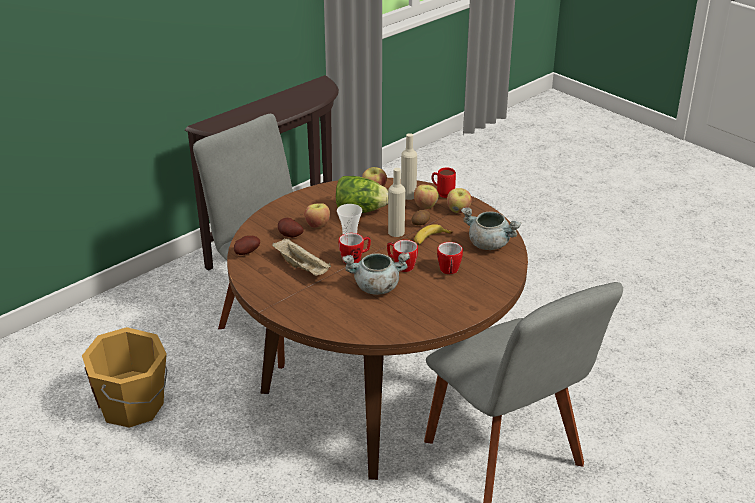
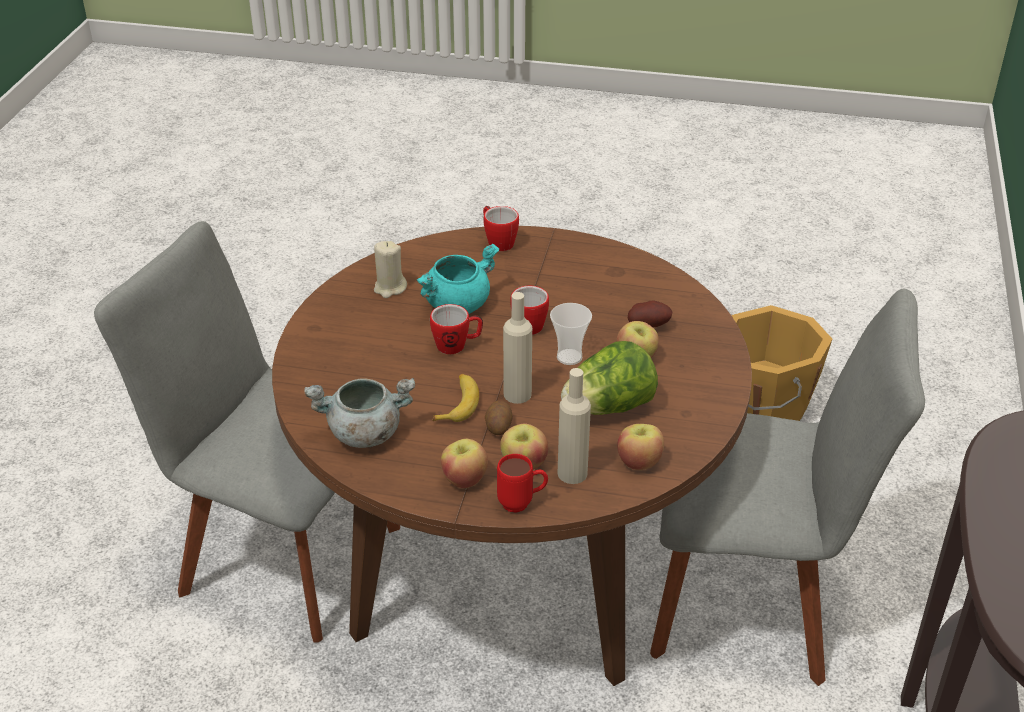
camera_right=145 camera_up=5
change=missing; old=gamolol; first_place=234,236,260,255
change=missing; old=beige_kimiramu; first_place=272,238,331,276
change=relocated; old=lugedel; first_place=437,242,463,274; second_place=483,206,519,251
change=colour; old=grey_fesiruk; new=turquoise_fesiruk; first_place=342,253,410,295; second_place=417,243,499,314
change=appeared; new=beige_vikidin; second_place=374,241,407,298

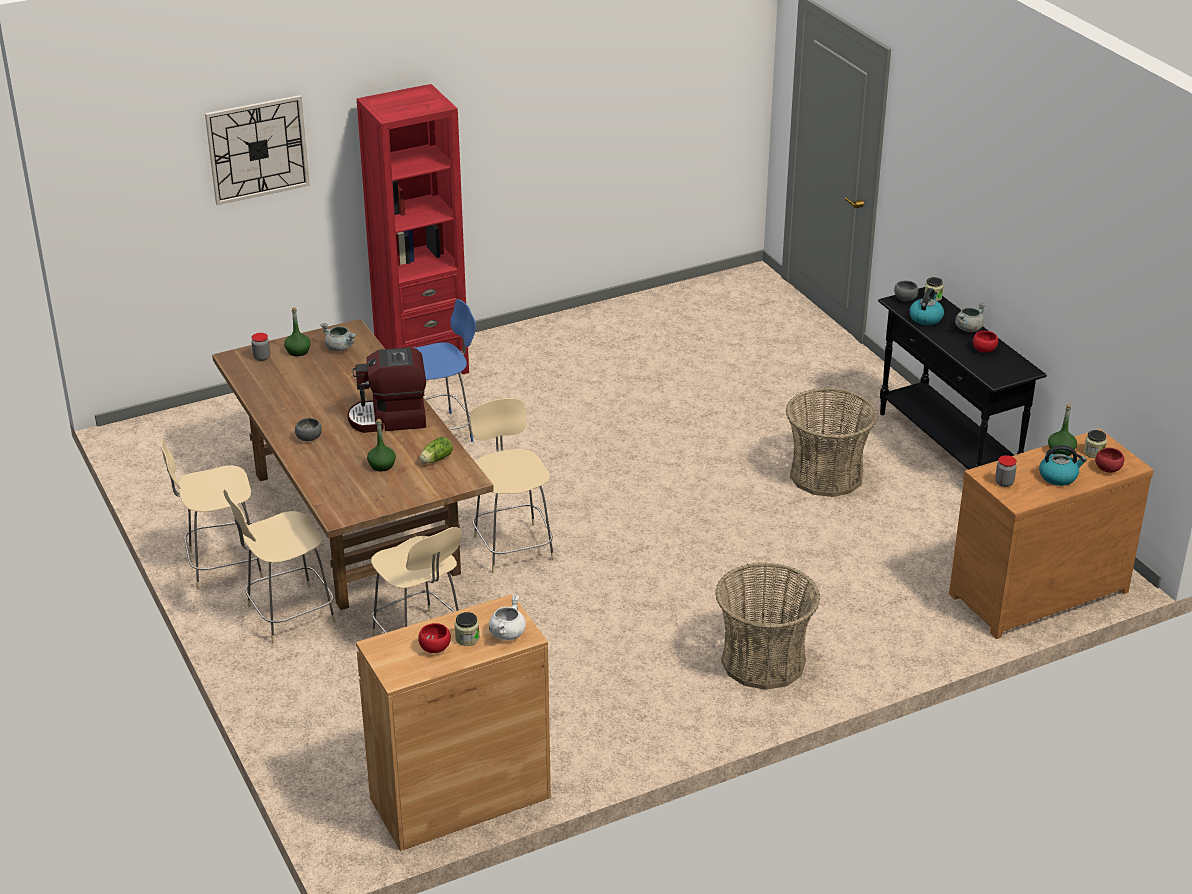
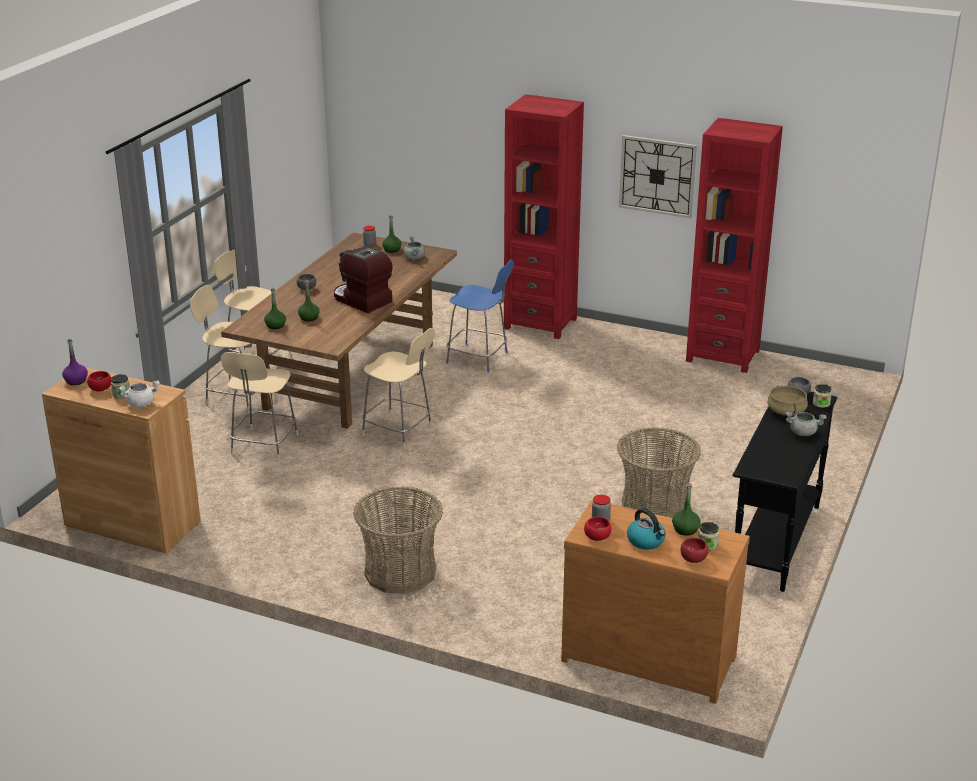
camera_right=50 camera_up=-5
change=relocated; old=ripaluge; first_place=205,95,310,205; second_place=619,135,697,218
change=exchanged; old=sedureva; new=beige_fesiruk; first_place=909,288,944,325; second_place=767,385,808,416
change=relocated; old=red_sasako; first_place=973,331,998,353; second_place=584,517,611,541
change=spun; old=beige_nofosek; first_place=470,398,554,573; second_place=362,328,435,449; degrees=90
change=missing; old=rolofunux; first_place=419,437,453,464
change=appeared; new=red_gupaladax; second_place=686,118,783,373
change=appeared; new=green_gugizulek; second_place=264,288,286,329
change=appeared; new=purple_gugizulek; second_place=62,339,88,385

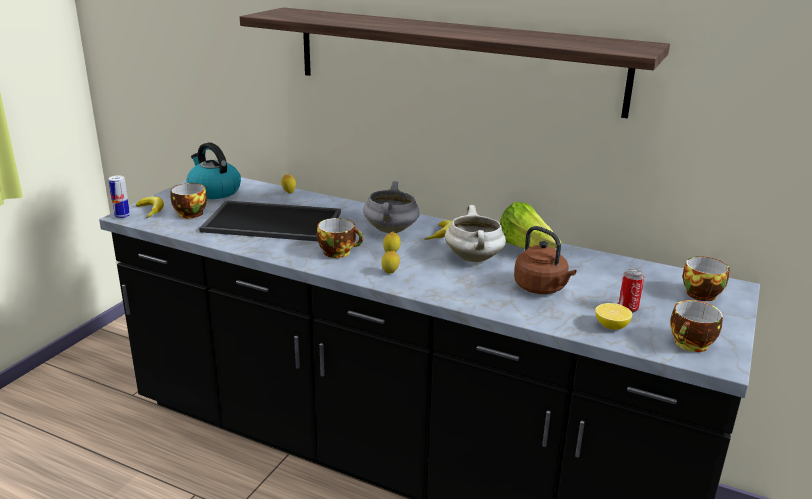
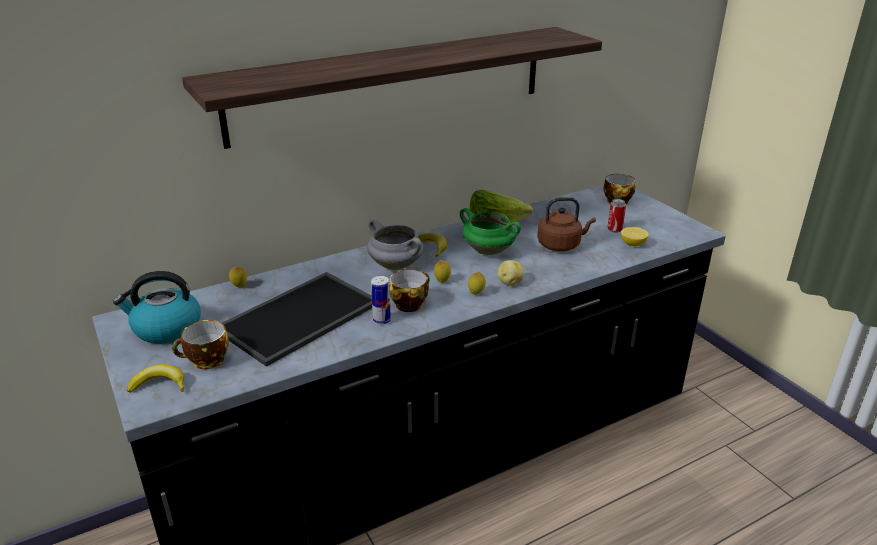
camera_right=-55 camera_up=5
change=relocated; old=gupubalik; first_place=108,175,130,218; second_place=371,276,391,325
change=colour; old=white_fesiruk; new=green_fesiruk; first_place=445,205,506,262; second_place=460,208,521,255
change=missing; old=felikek; first_place=670,300,723,352
change=appeared; new=gamolol; second_place=497,260,524,286

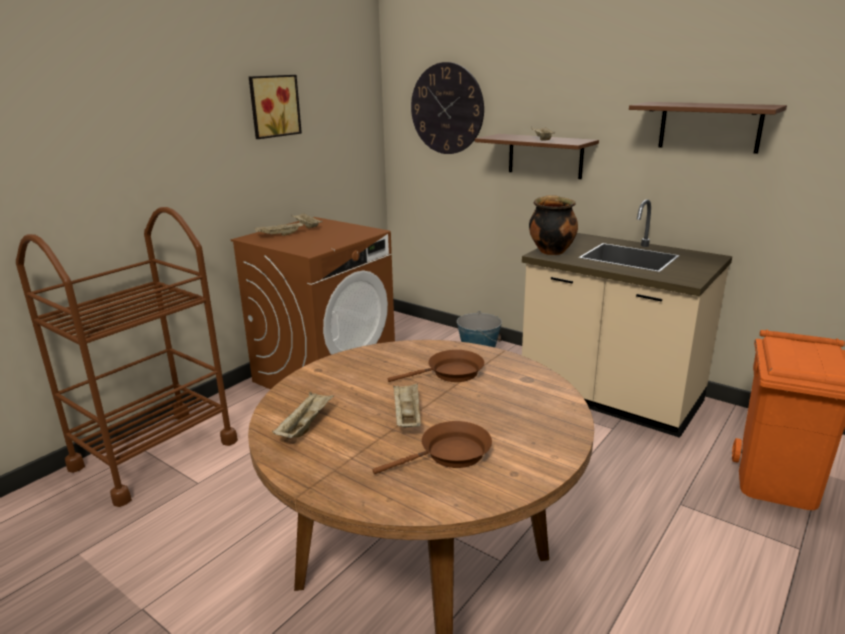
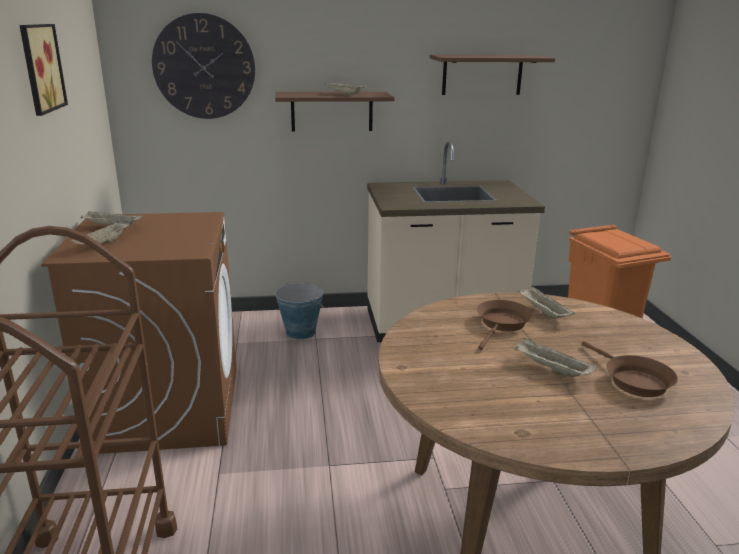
camera_right=-45 camera_up=0
change=missing; old=fesiruk; first_place=529,195,578,255
change=relocated; old=beige_kimiramu; first_place=272,392,334,438; second_place=518,286,575,319
change=spun; old=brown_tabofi; first_place=373,421,492,474; second_place=582,341,678,397; degrees=135

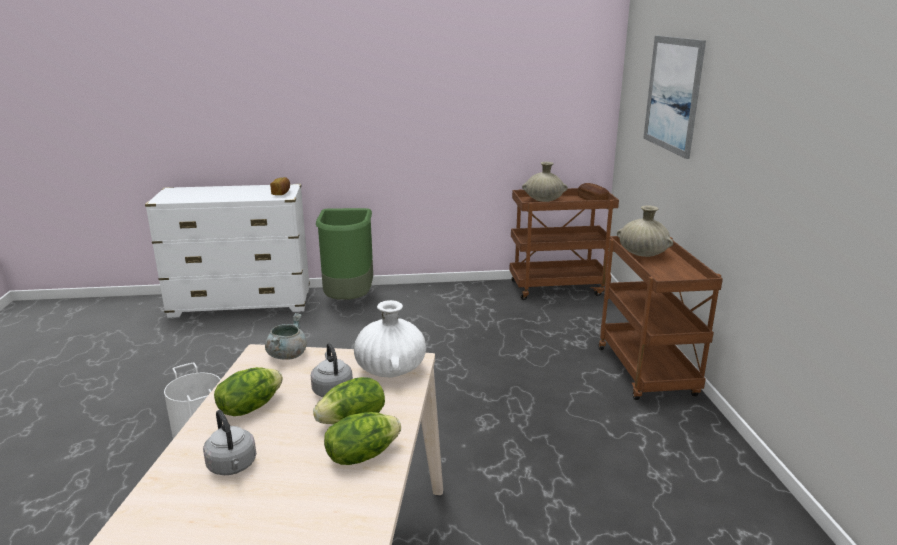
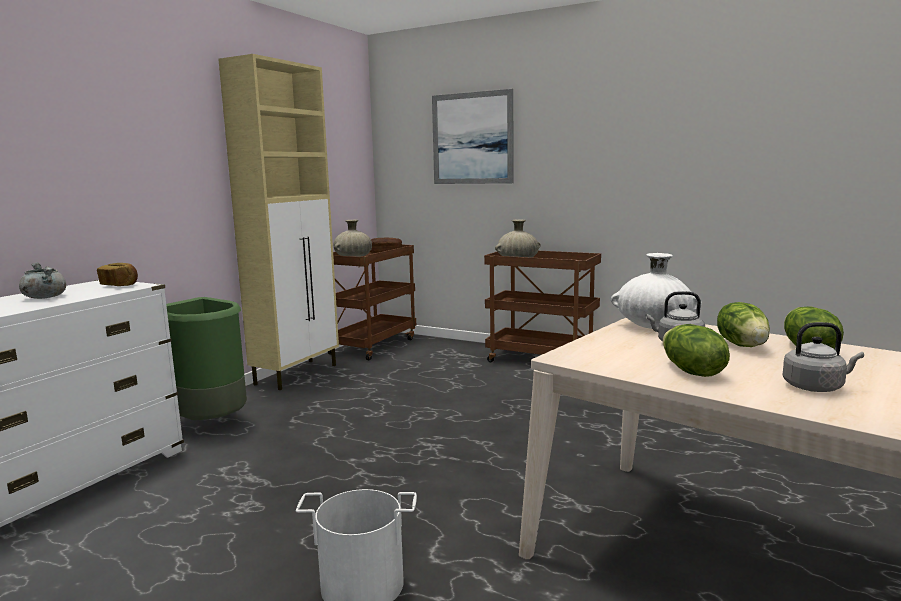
camera_right=-55 camera_up=-10
change=relocated; old=grey_fesiruk; first_place=265,313,307,360; second_place=19,262,66,299
change=appeared; new=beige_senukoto; second_place=218,54,339,390

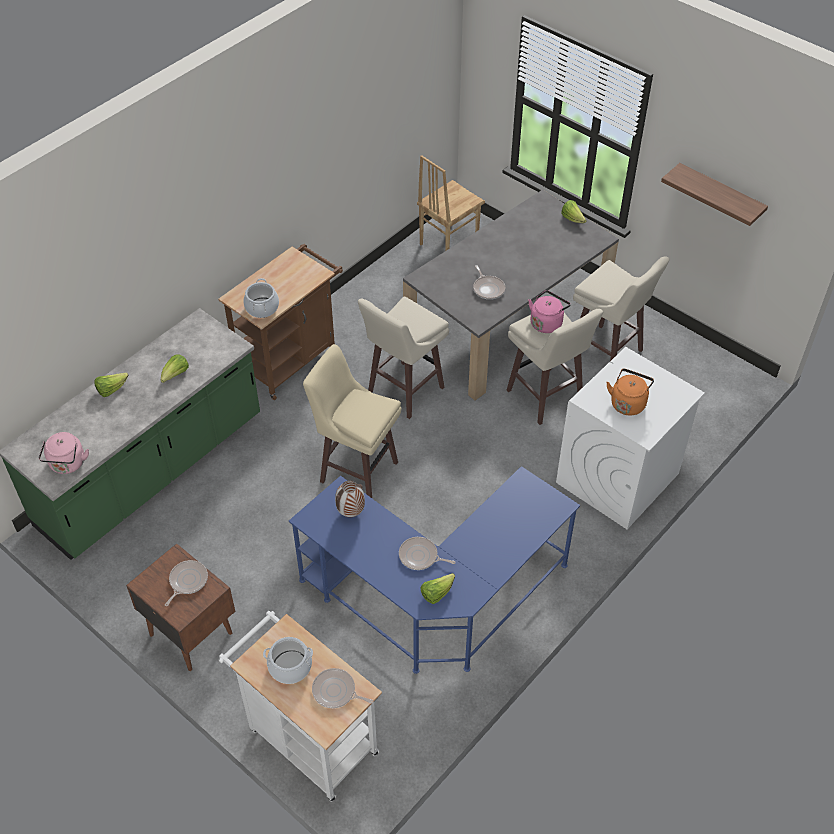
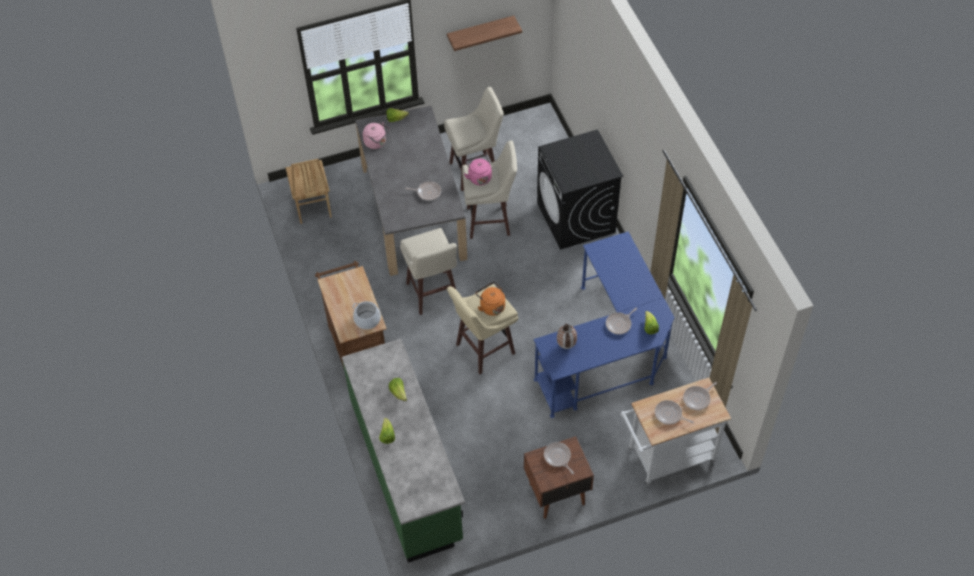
camera_right=-60 camera_up=5
change=colour; old=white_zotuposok; new=black_zotuposok; first_place=556,347,705,529; second_place=537,129,623,250
change=relocated; old=orange_sedureva; first_place=606,369,654,416; second_place=476,282,505,316
change=relocated; old=pink_sedureva; first_place=39,432,89,474; second_place=363,122,390,149
change=exchanged; old=fesiruk; new=tabofi; first_place=263,637,313,684; second_place=655,400,694,425

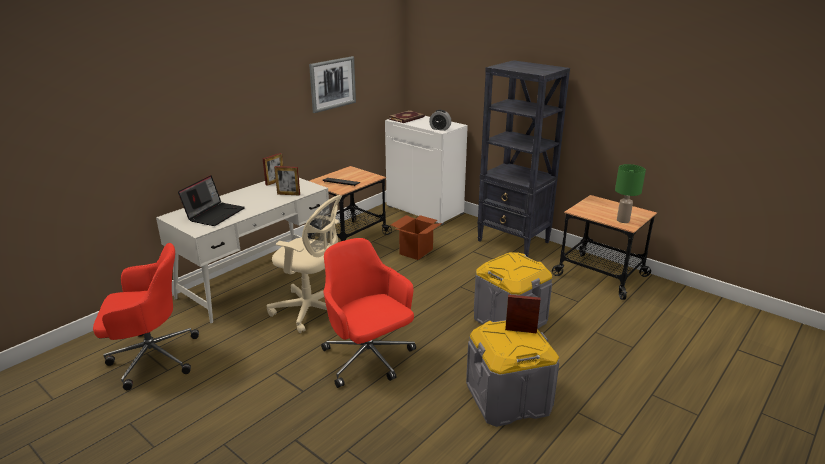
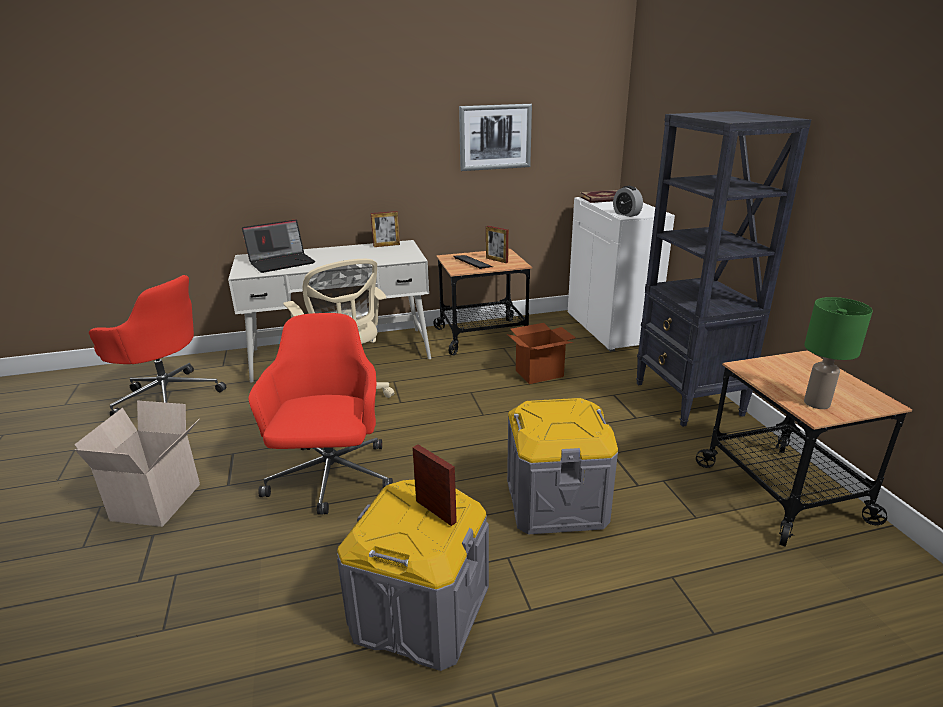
camera_right=35 camera_up=0
change=relocated; old=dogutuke; first_place=274,166,300,195; second_place=486,226,509,263
change=appeared; new=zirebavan; second_place=74,401,200,527

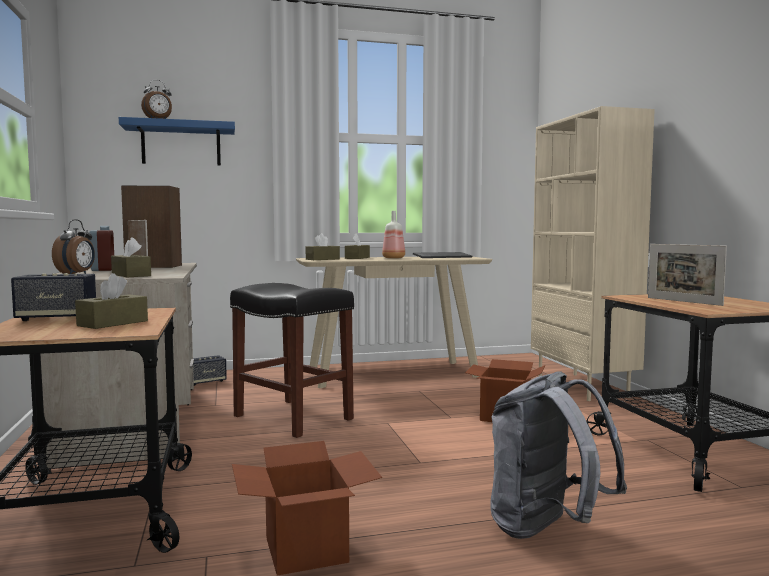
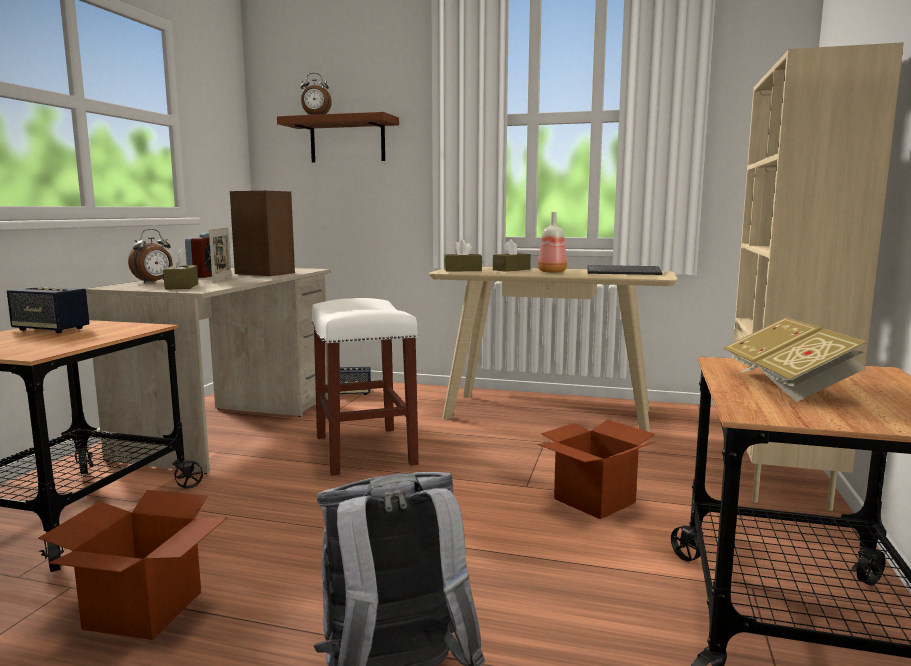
camera_right=30 camera_up=5
change=colour; old=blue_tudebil; new=brown_tudebil; first_place=119,117,235,166; second_place=277,112,399,163
change=exchanged; old=dogutuke; new=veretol; first_place=648,244,727,306; second_place=723,317,867,402
change=missing; old=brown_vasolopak; first_place=75,273,148,329
change=colour; old=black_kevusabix; new=white_kevusabix; first_place=230,283,354,438; second_place=311,298,419,475

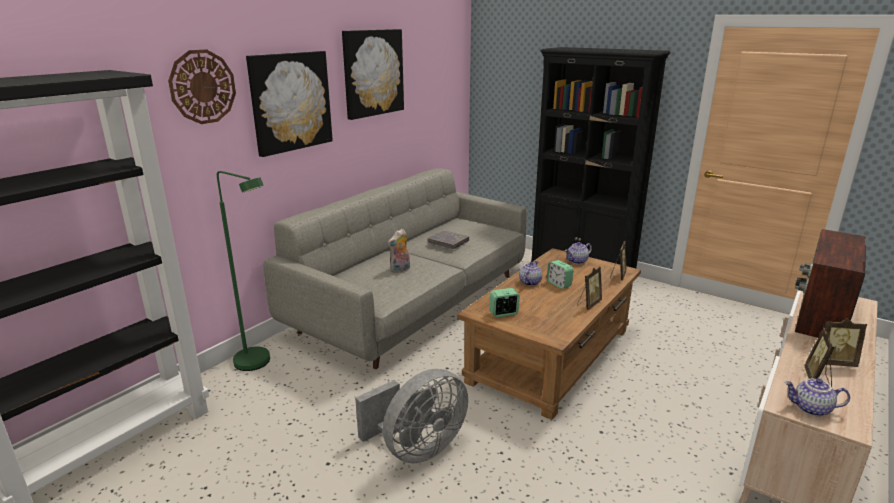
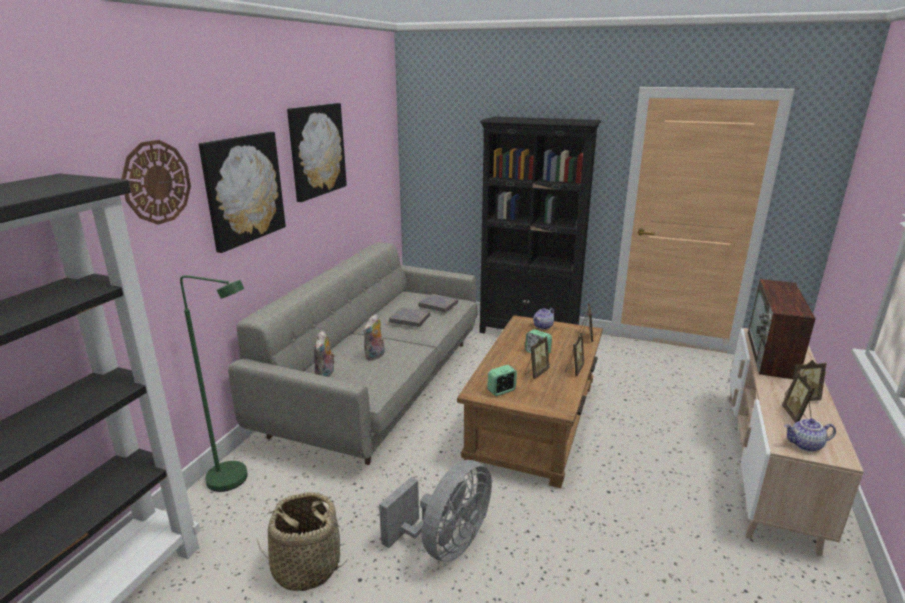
camera_right=-15 camera_up=0
change=missing; old=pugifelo; first_place=519,261,542,286
change=appeared; new=grey_veretol; second_place=418,294,458,312
change=appeared; new=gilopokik; second_place=314,330,335,377
change=appeared; new=dogutuke; second_place=525,336,549,379
change=appeared; new=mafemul; second_place=257,492,347,591

